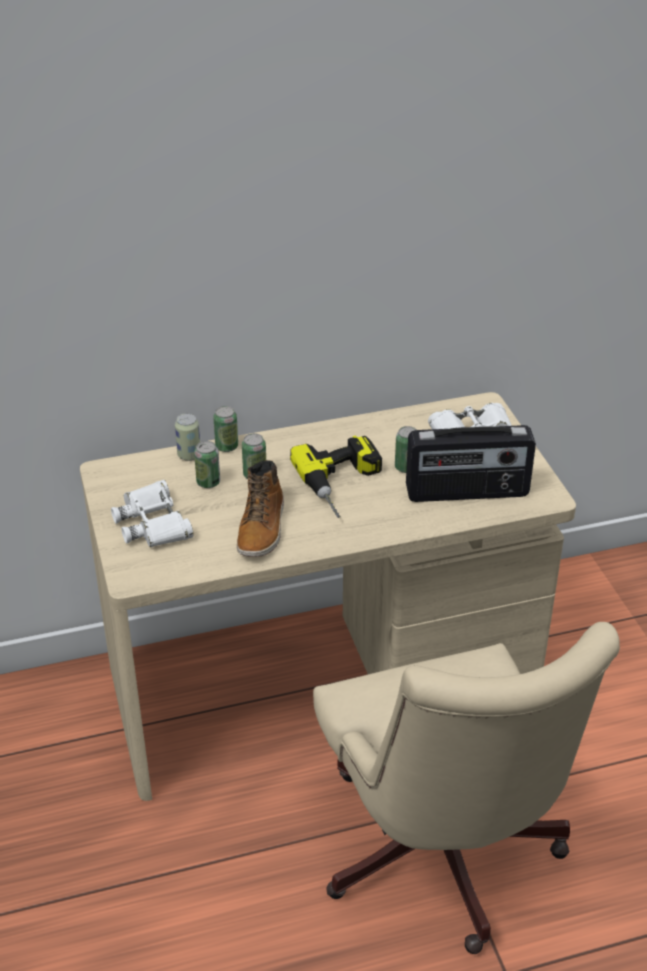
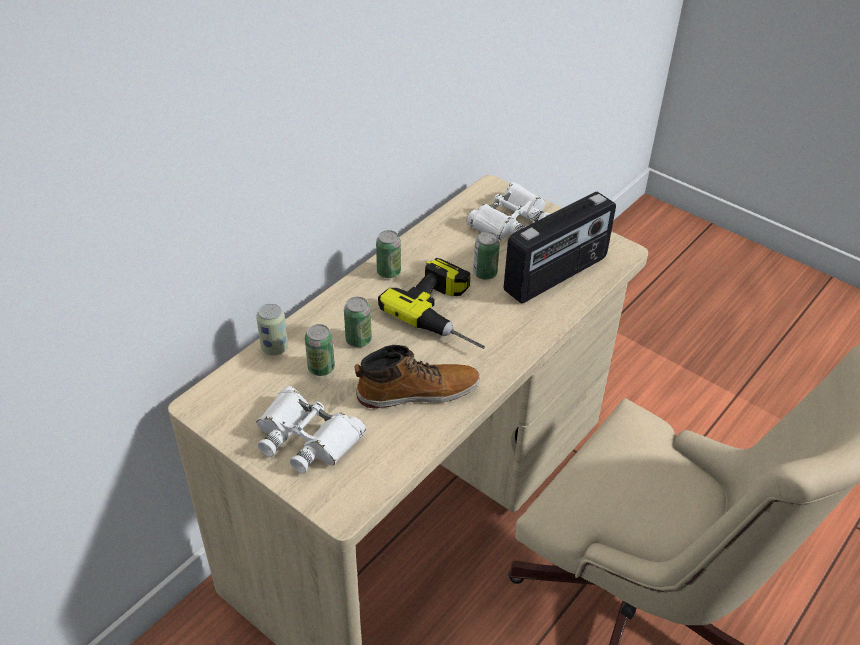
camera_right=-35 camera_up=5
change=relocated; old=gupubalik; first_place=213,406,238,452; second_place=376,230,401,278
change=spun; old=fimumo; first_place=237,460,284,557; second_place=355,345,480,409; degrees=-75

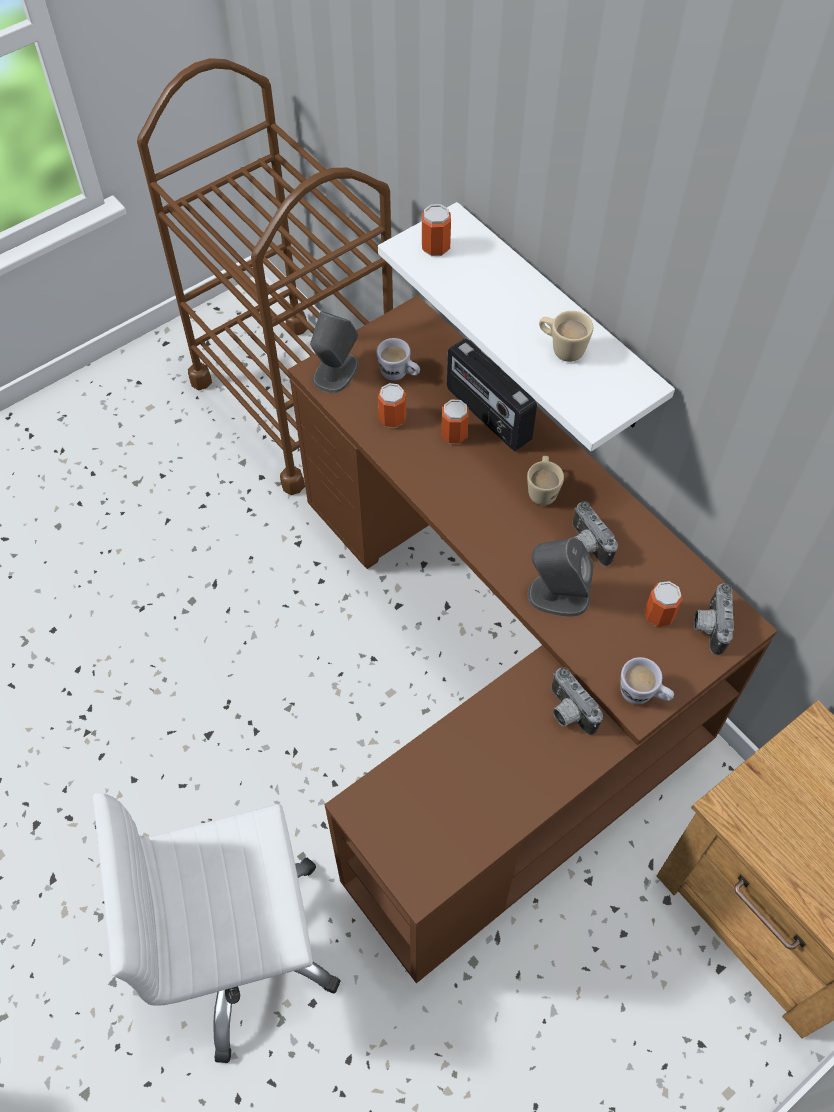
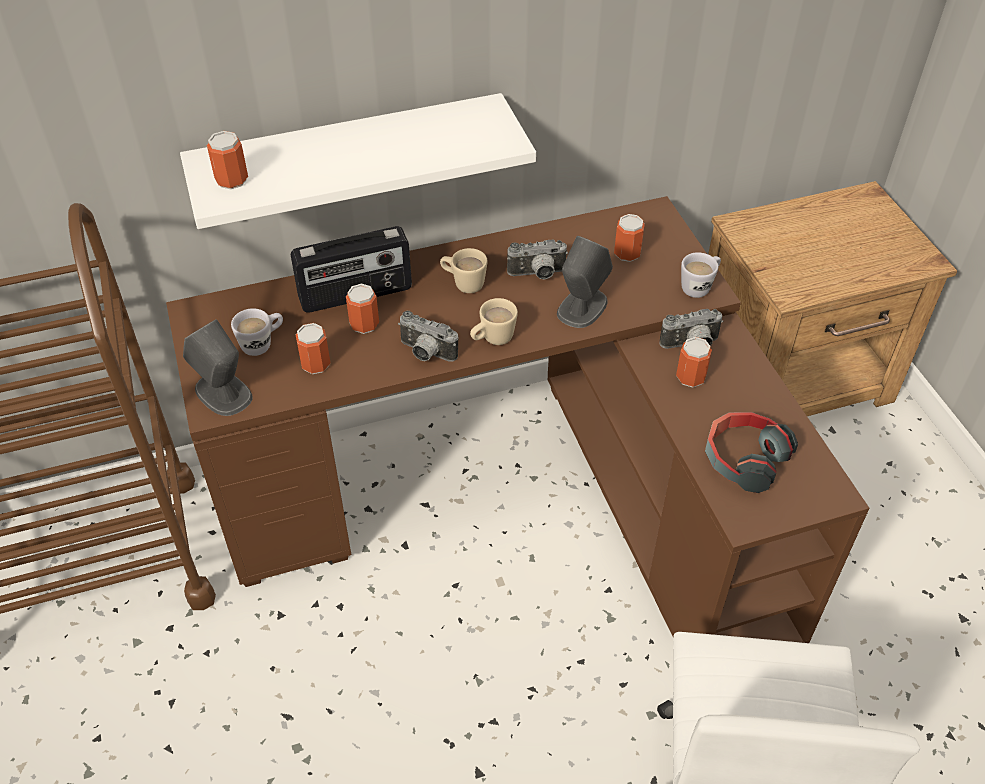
camera_right=-70 camera_up=-10
change=relocated; old=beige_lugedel; first_place=539,311,593,362; second_place=470,298,518,345
change=relocated; old=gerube; first_place=693,583,734,655; second_place=398,311,458,362
change=appeared; new=gupubalik; second_place=676,337,712,387
change=appeared; new=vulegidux; second_place=705,412,798,493

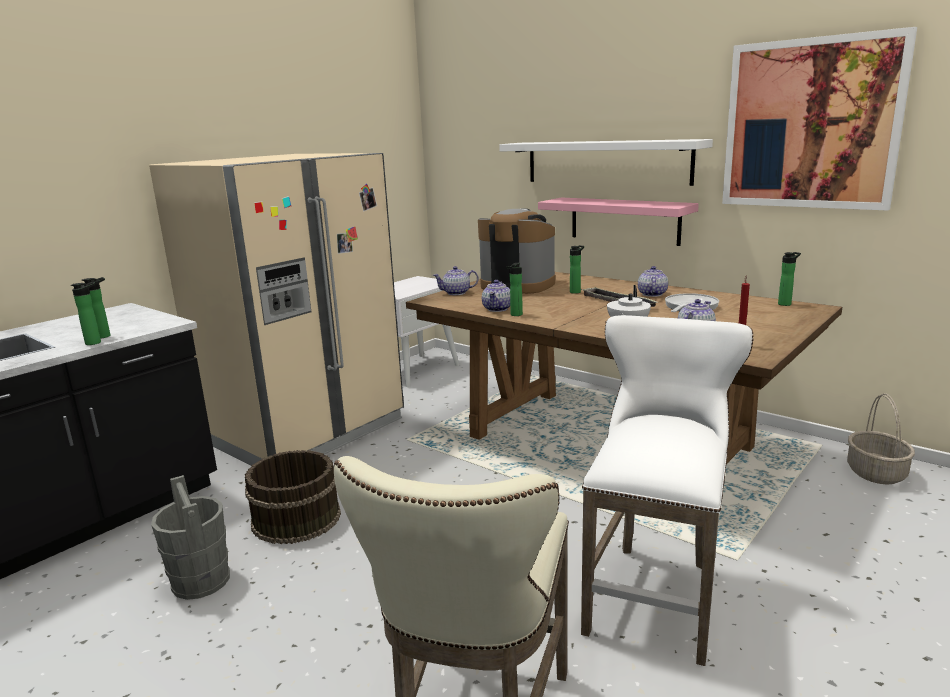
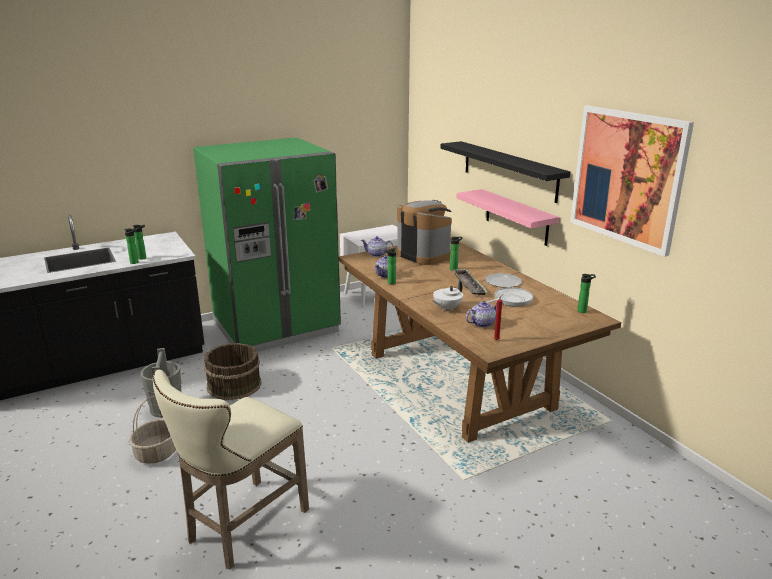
camera_right=20 camera_up=5
change=colour; old=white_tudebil; new=black_tudebil; first_place=499,139,713,186; second_place=440,141,570,203
change=colour; old=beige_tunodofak; new=green_tunodofak; first_place=149,153,404,465; second_place=193,137,341,352
change=exchanged; old=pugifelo; new=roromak; first_place=638,266,668,297; second_place=485,273,522,288
change=missing; old=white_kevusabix; first_place=581,315,753,666
change=relocated; old=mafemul; first_place=847,393,915,485; second_place=129,396,176,464

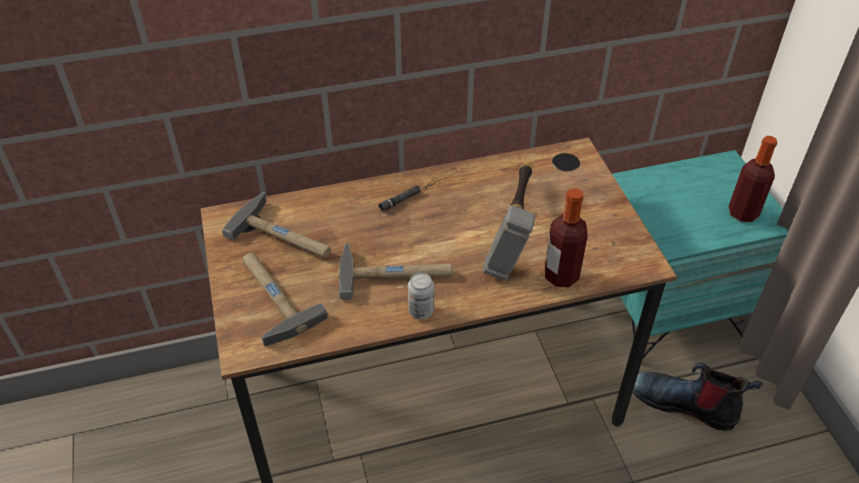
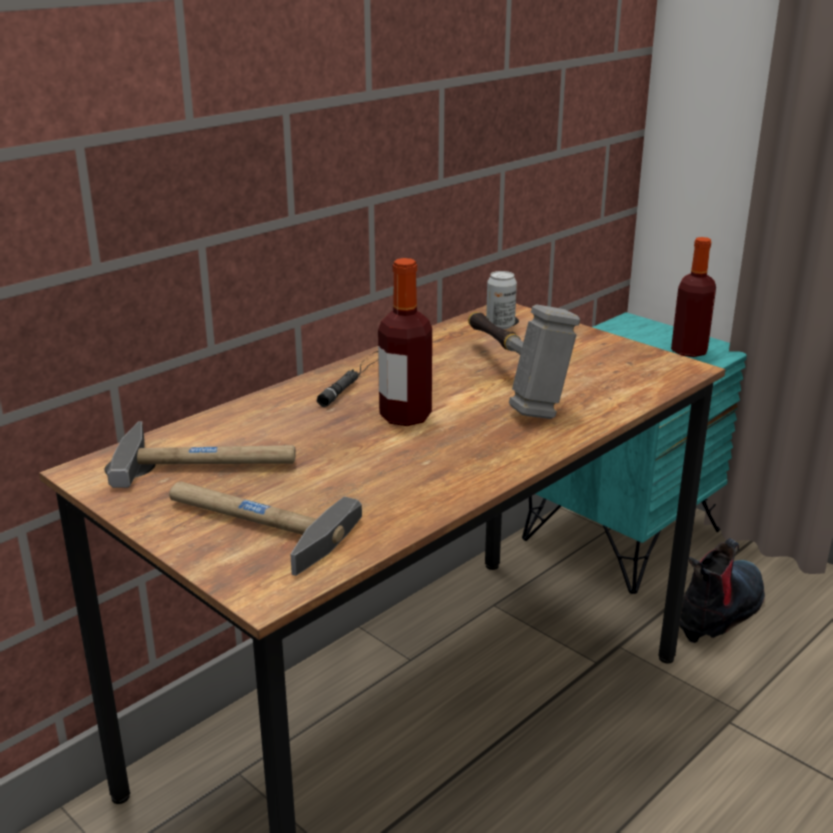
camera_right=-30 camera_up=-20
change=relocated; old=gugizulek; first_place=545,188,588,287; second_place=378,258,432,426
change=missing; old=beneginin; first_place=338,242,453,300
change=relocated; old=gupubalik; first_place=408,273,434,319; second_place=486,271,517,329
change=spun; old=fimumo; first_place=633,363,763,431; second_place=680,538,765,643; degrees=135

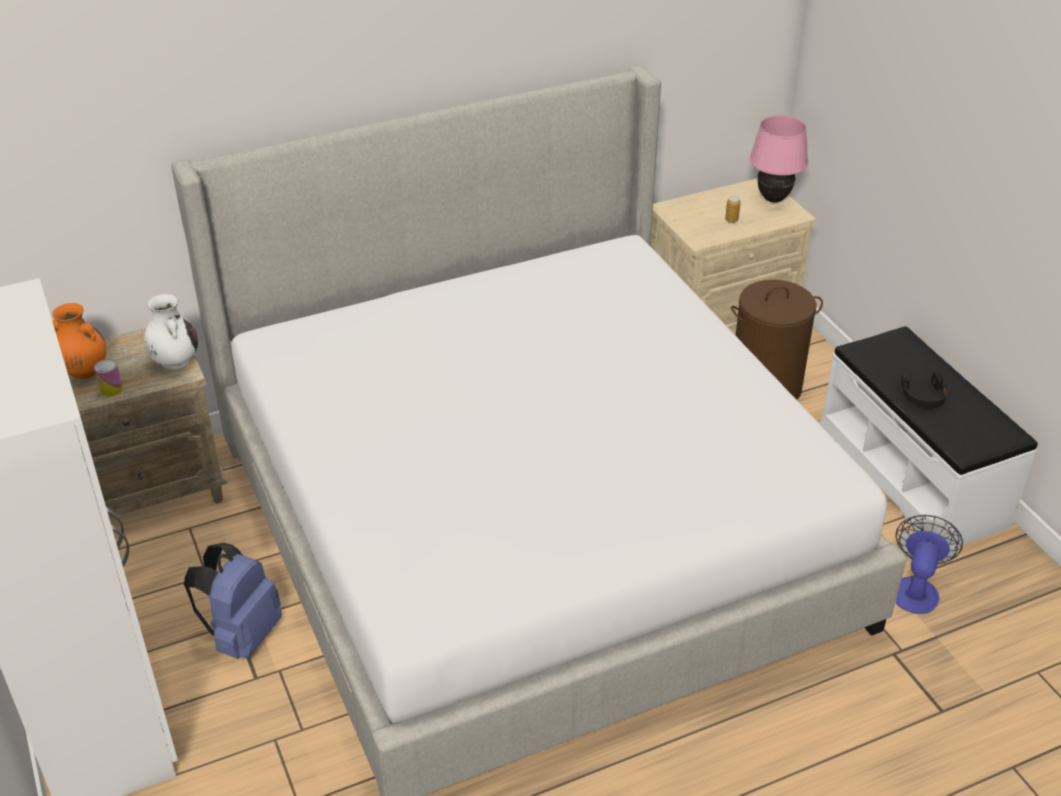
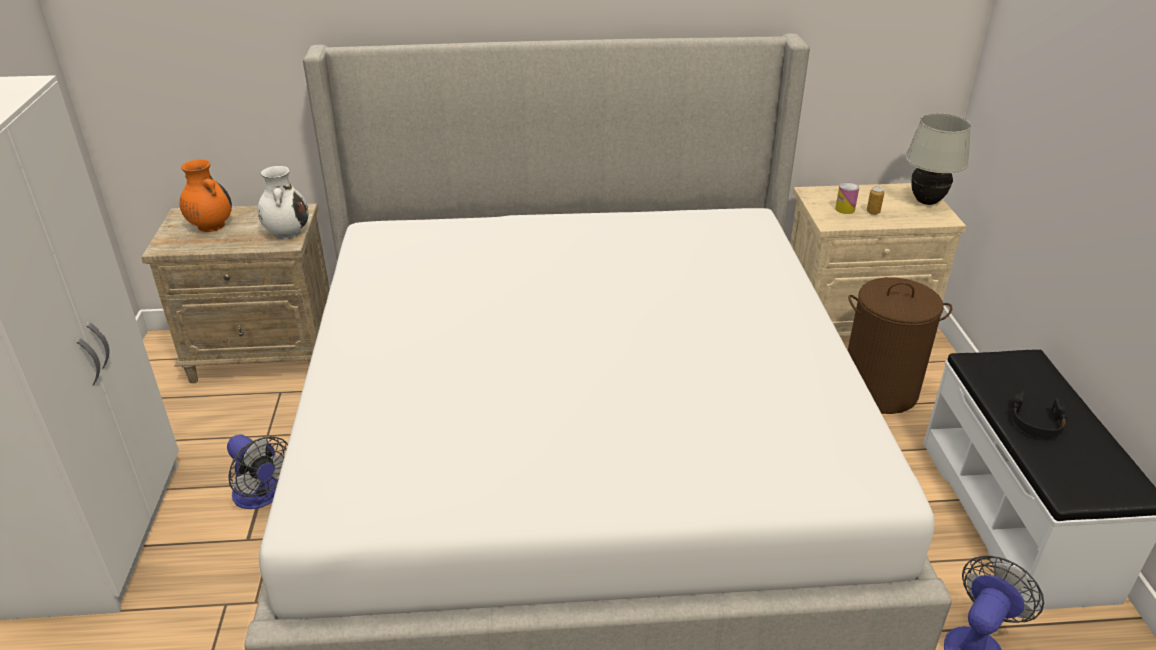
camera_right=20 camera_up=-5
change=colour; old=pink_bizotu; new=white_bizotu; first_place=749,115,808,202; second_place=905,113,971,205
change=relocated; old=gupubalik; first_place=94,359,123,396; second_place=835,182,859,214
change=exchanged; old=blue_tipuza; new=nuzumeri; first_place=184,543,282,659; second_place=227,435,288,509

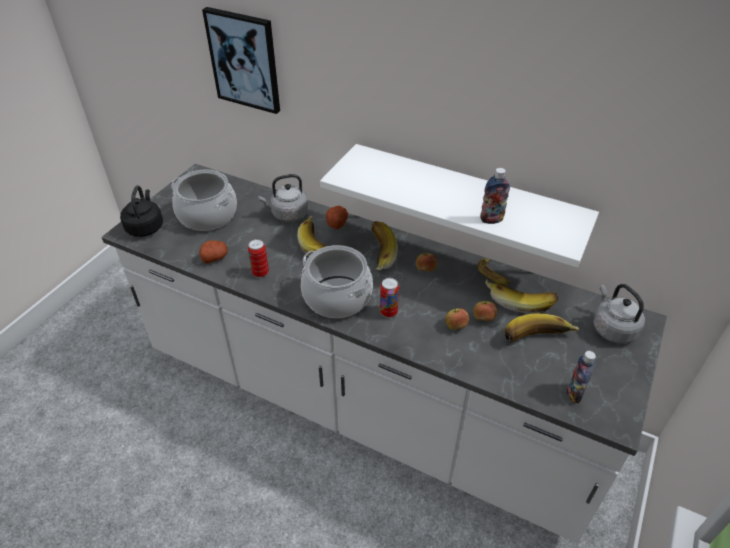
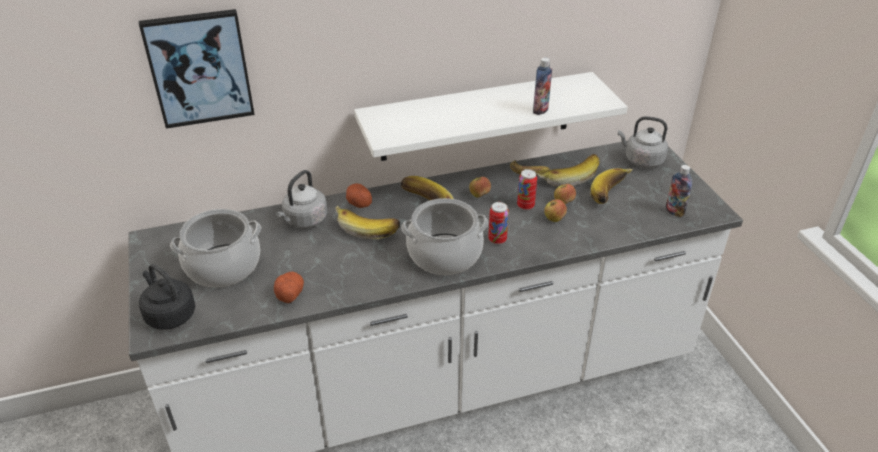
camera_right=-45 camera_up=-5
change=relocated; old=gupubalik; first_place=248,239,269,277; second_place=517,169,537,210

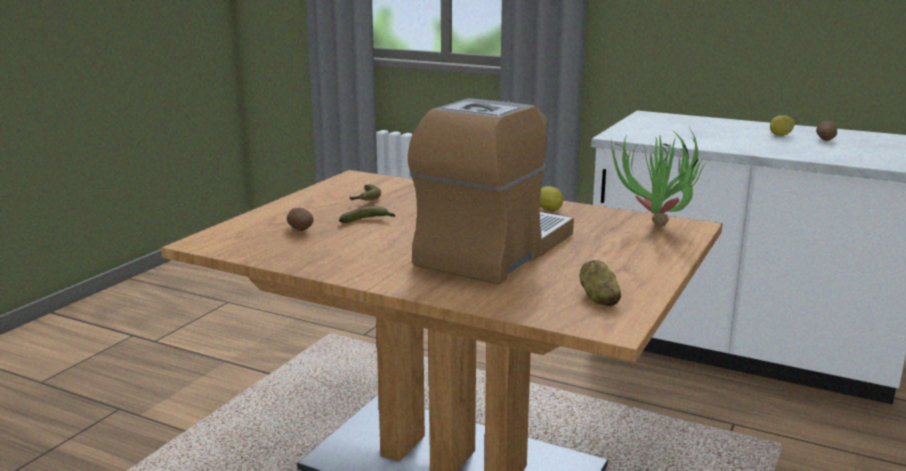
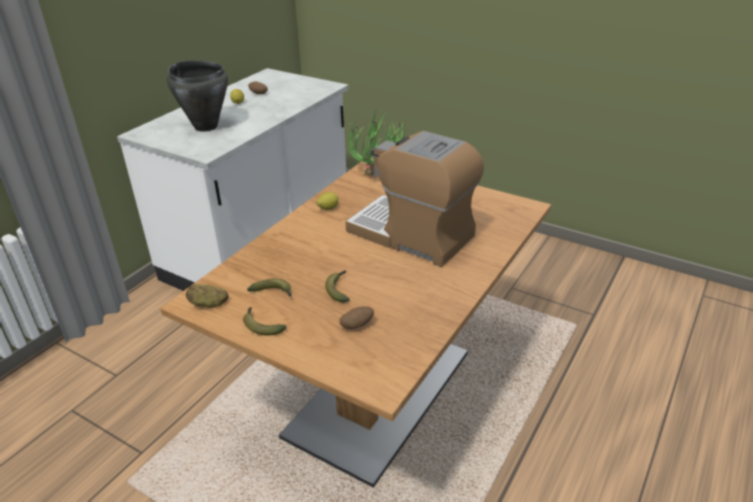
camera_right=-85 camera_up=15
change=relocated; old=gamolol; first_place=580,260,621,306; second_place=186,284,228,308
change=appeared; new=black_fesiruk; second_place=167,60,228,132
change=appeared; new=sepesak; second_place=243,307,287,336

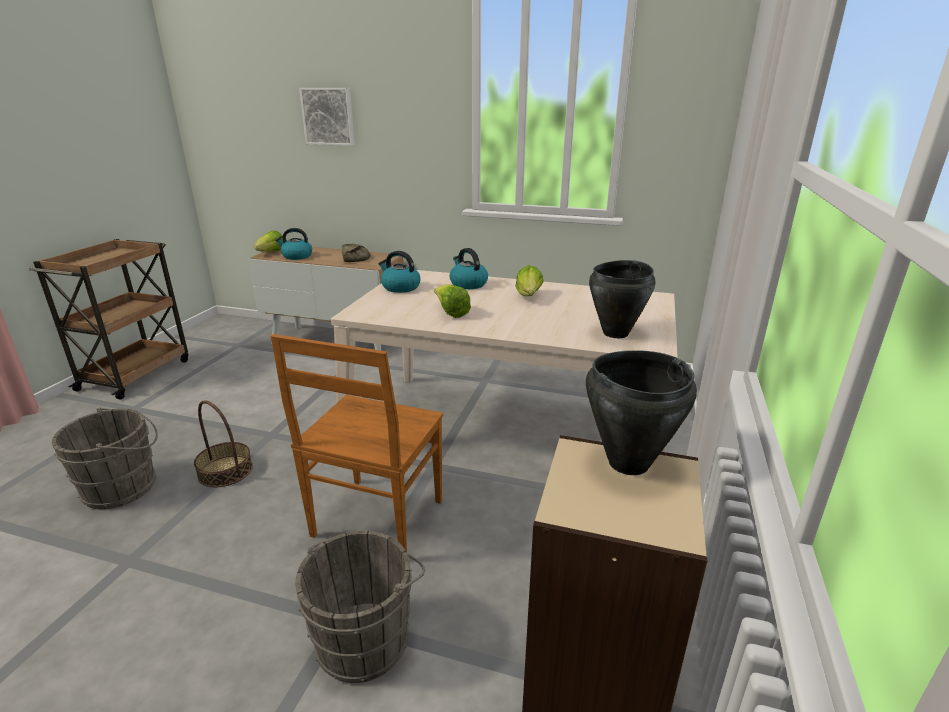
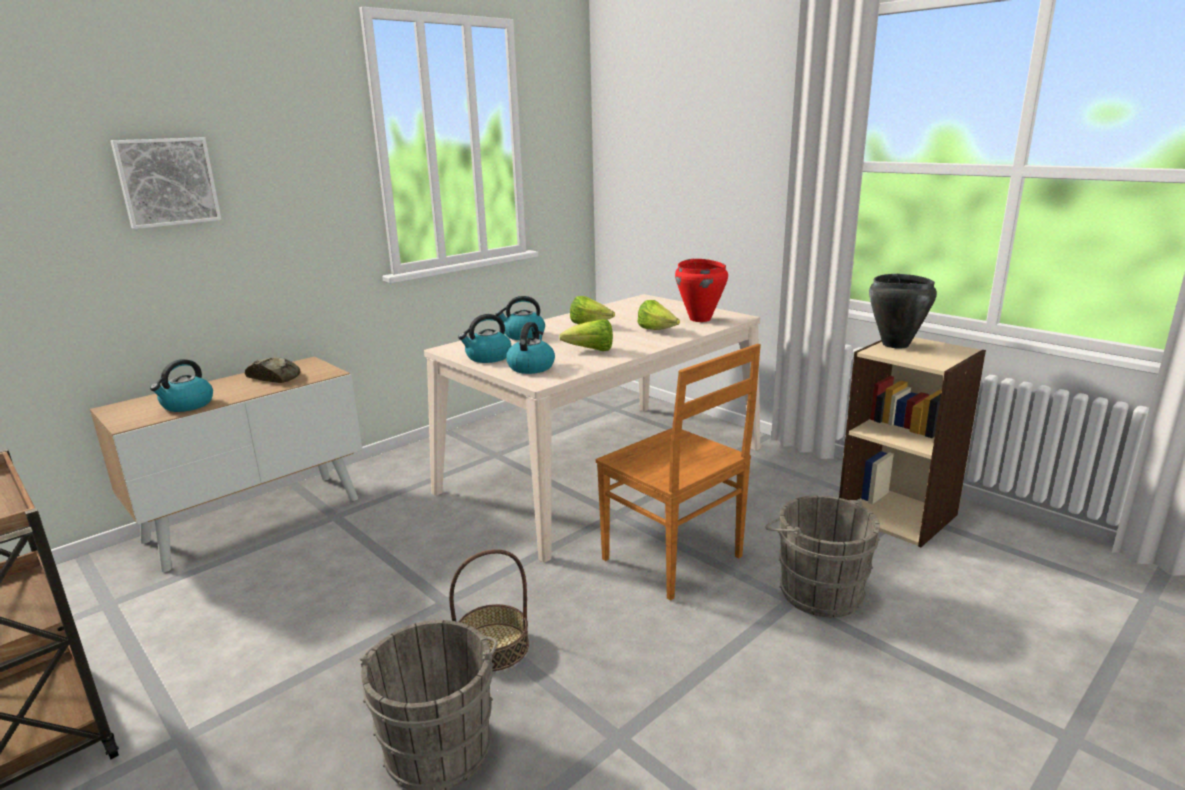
camera_right=-60 camera_up=-5
change=relocated; old=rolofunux; first_place=254,231,284,252; second_place=637,300,680,330
change=colour; old=black_fesiruk; new=red_fesiruk; first_place=589,260,655,338; second_place=675,259,728,322
change=appeared; new=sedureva; second_place=506,322,555,374

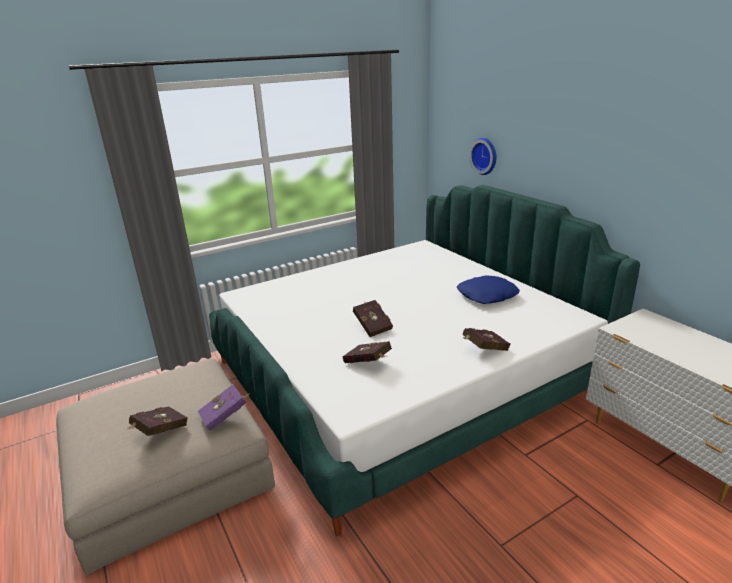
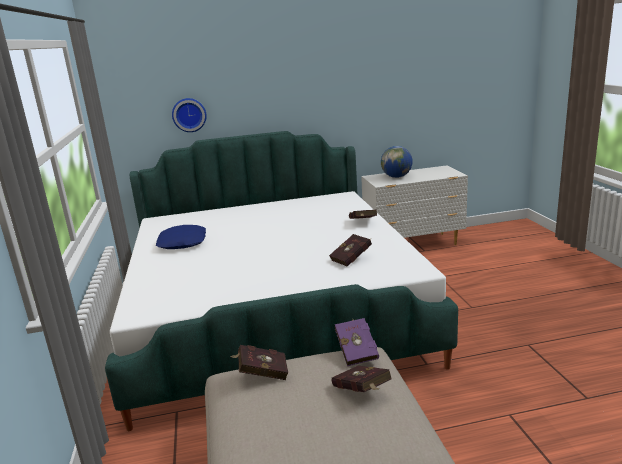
camera_right=-70 camera_up=-5
change=relocated; old=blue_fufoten; first_place=457,276,520,304; second_place=156,225,206,249
change=relocated; old=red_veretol; first_place=353,300,393,337; second_place=230,345,288,380
change=appeared; new=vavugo; second_place=381,146,413,178

